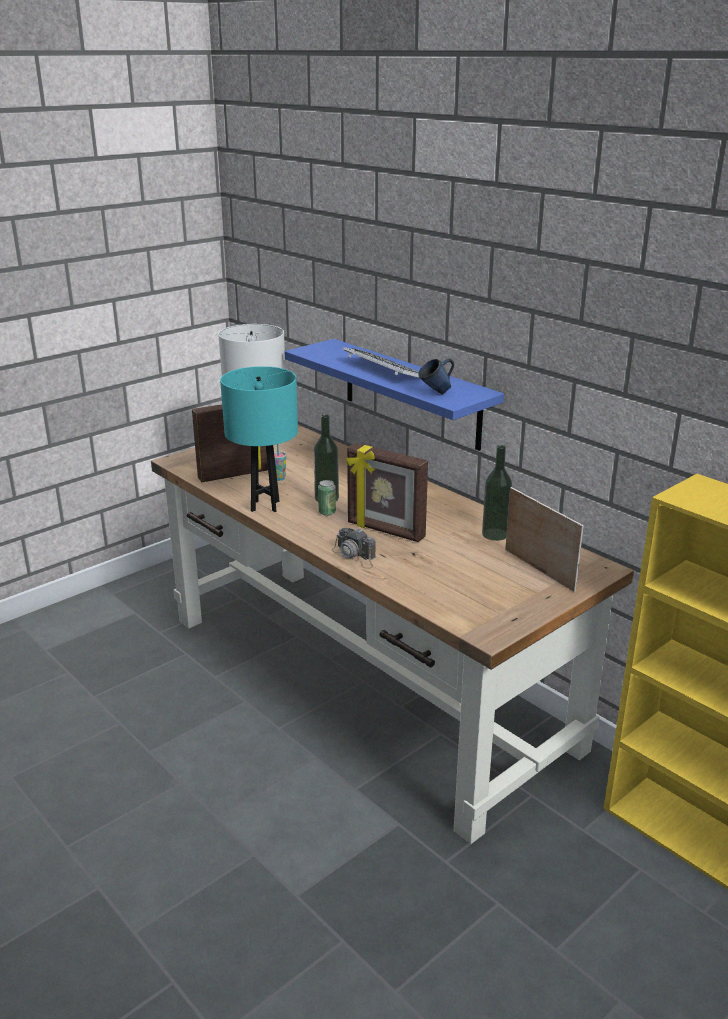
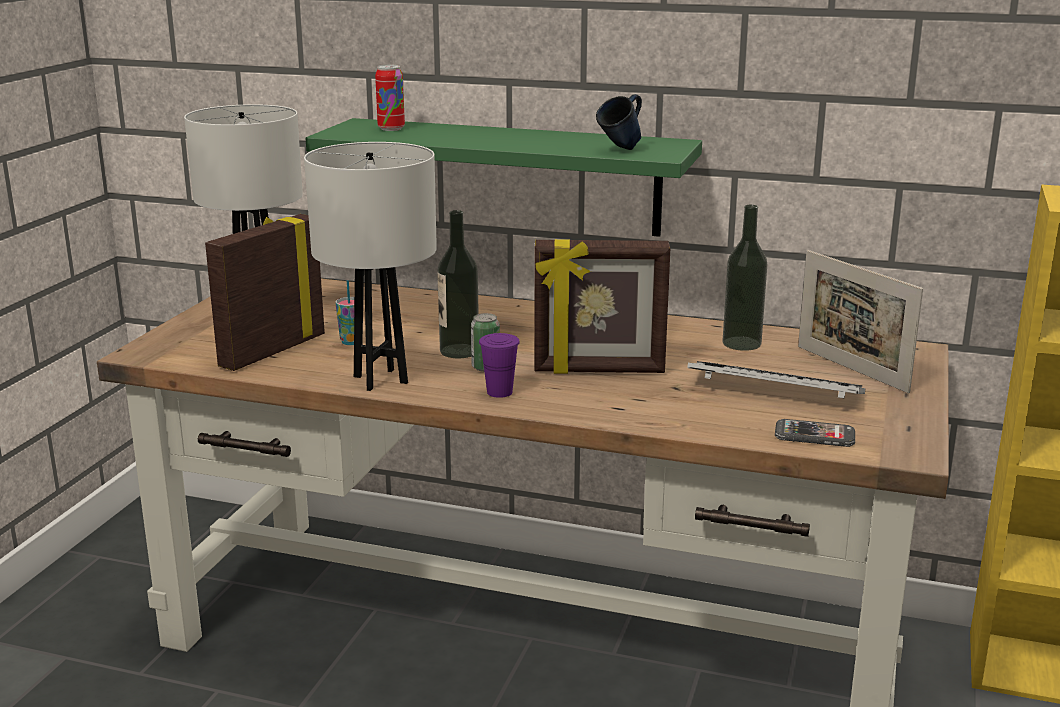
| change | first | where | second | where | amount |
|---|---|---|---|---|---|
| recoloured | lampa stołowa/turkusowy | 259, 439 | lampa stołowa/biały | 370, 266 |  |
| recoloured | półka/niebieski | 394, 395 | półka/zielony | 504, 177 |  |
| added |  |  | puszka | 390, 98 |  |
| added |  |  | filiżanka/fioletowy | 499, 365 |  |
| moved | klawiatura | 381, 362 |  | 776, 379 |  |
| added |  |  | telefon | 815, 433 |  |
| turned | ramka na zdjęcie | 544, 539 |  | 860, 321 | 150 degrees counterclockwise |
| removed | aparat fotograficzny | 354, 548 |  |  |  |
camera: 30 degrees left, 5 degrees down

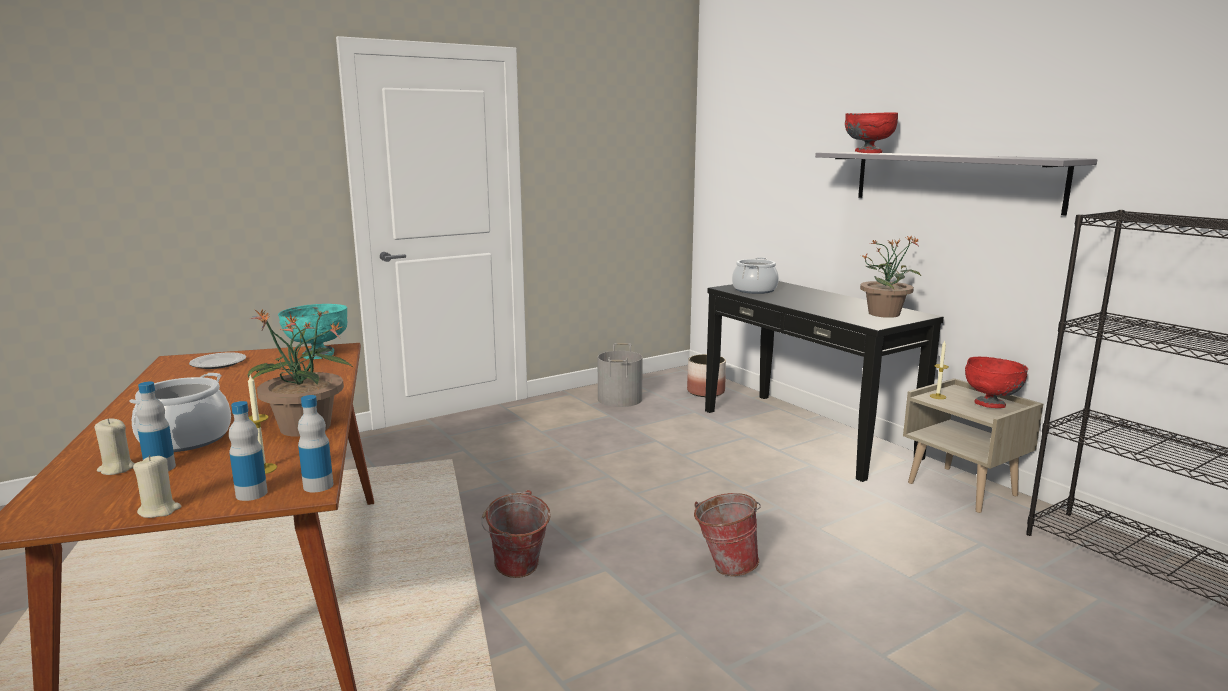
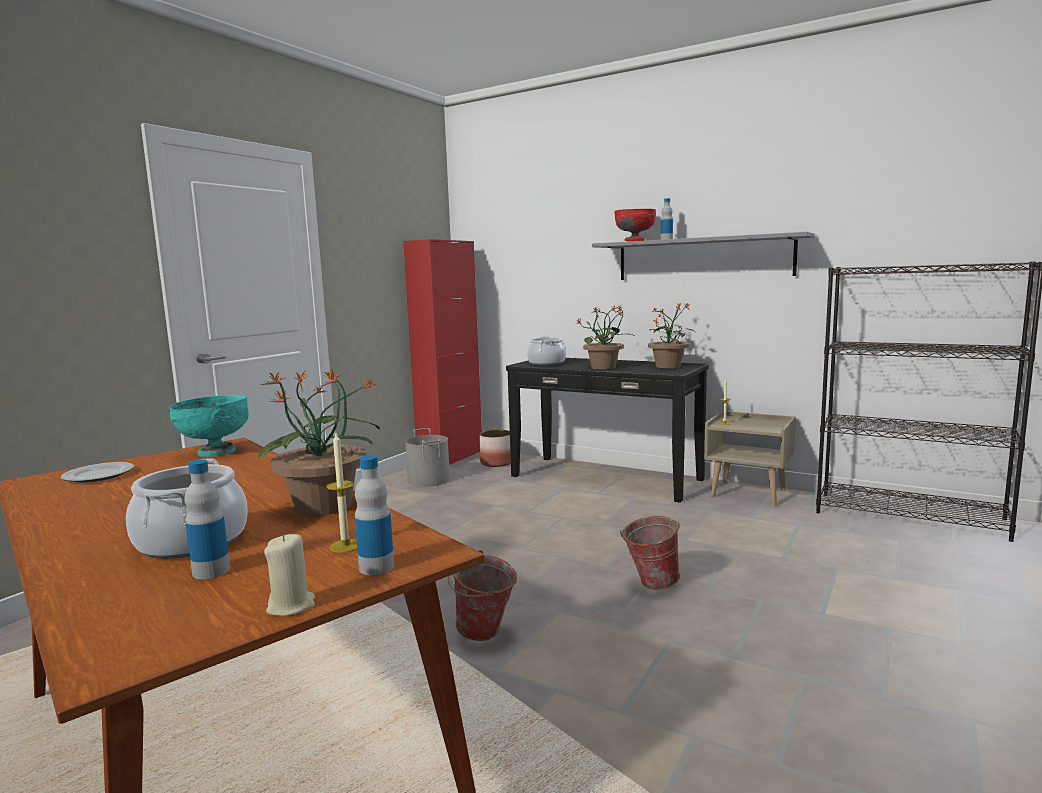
| change | first | where | second | where | amount |
|---|---|---|---|---|---|
| added |  |  | szafka/czerwony | 442, 352 |  |
| added |  |  | roślina doniczkowa | 605, 337 |  |
| moved | butelka | 315, 443 |  | 667, 219 |  |
| removed | świeca/beżowy | 114, 446 |  |  |  |
| removed | miska/czerwony | 996, 382 |  |  |  |
camera: 25 degrees left, 5 degrees down

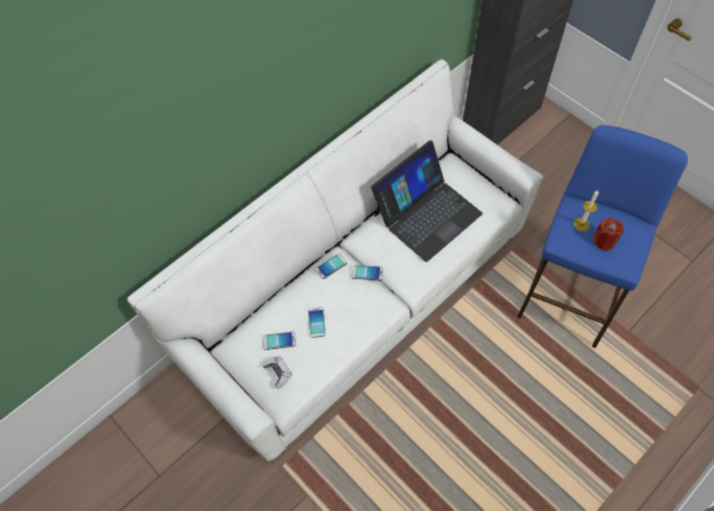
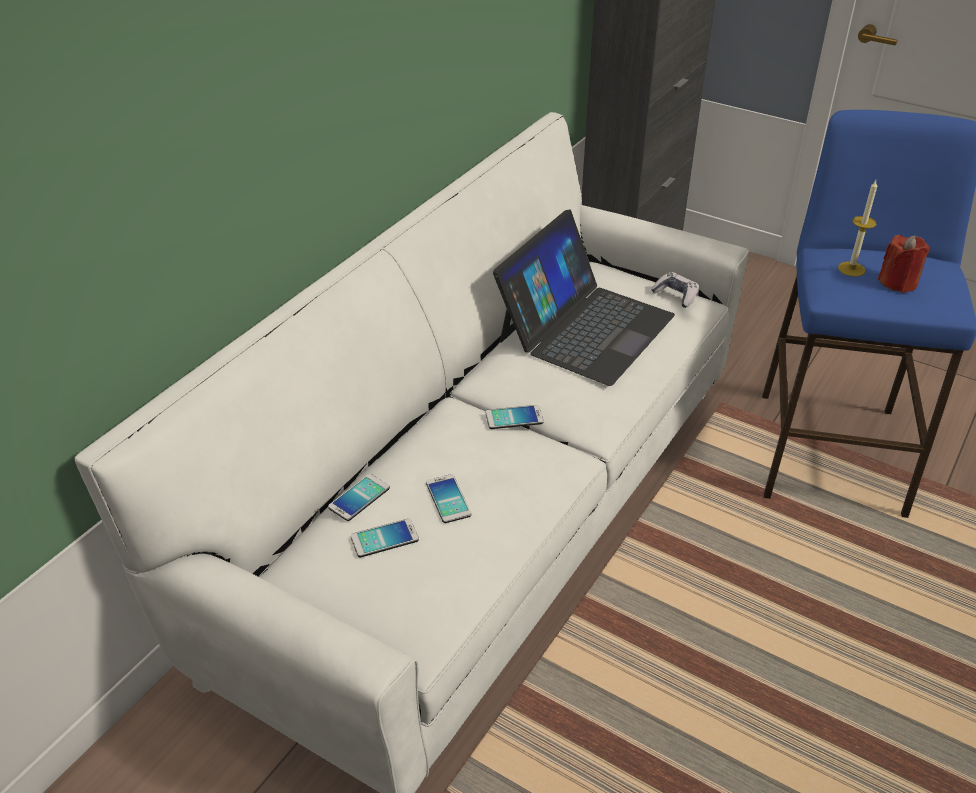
| change | first | where | second | where | amount |
|---|---|---|---|---|---|
| moved | telefon | 331, 266 |  | 359, 497 |  |
| moved | pad do gier | 277, 372 |  | 675, 290 |  |
camera: 15 degrees left, 20 degrees down

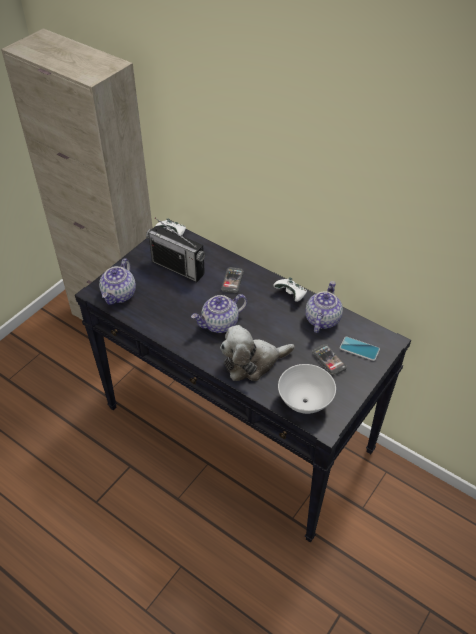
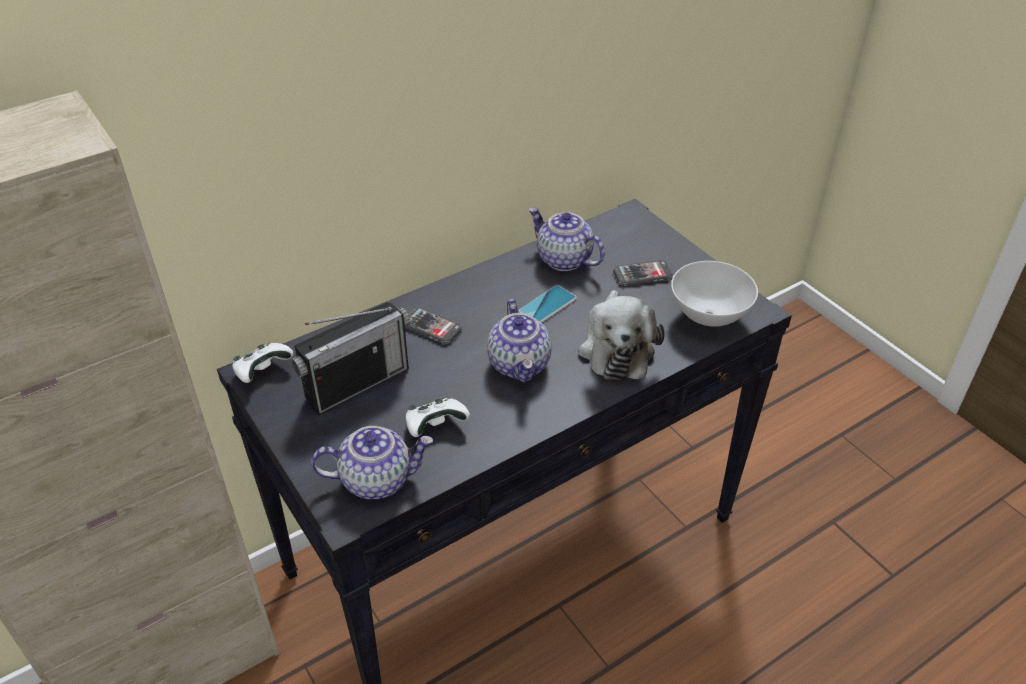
| change | first | where | second | where | amount |
|---|---|---|---|---|---|
| turned | imbryk | 117, 282 |  | 372, 463 | 45 degrees counterclockwise |
| moved | pad do gier/biały | 290, 289 |  | 438, 417 |  |
| moved | telefon | 360, 348 |  | 547, 304 |  |
camera: 70 degrees left, 5 degrees down

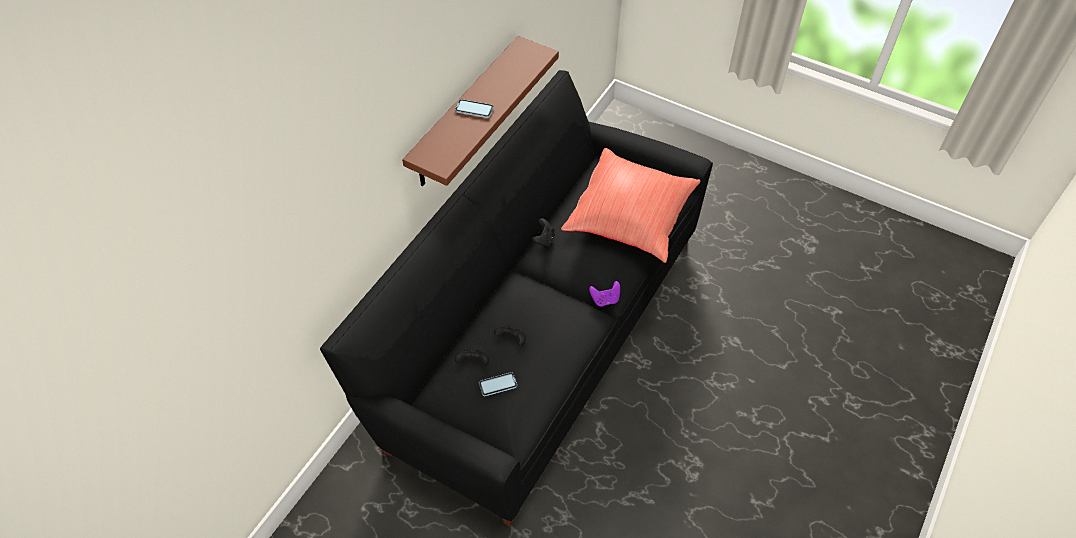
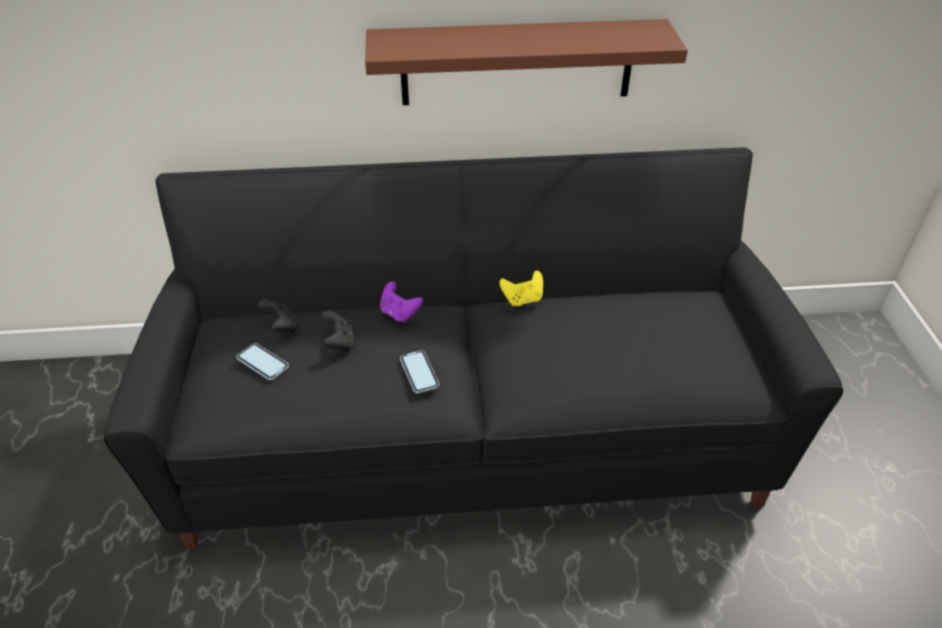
| change | first | where | second | where | amount |
|---|---|---|---|---|---|
| moved | pad do gier/fioletowy | 604, 294 |  | 401, 302 |  |
| moved | telefon | 474, 108 |  | 419, 372 |  |
| recoloured | pad do gier/czarny | 543, 232 | pad do gier/żółty | 521, 288 |  |
| removed | poduszka/czerwony | 630, 205 |  |  |  |
camera: 55 degrees right, 10 degrees down

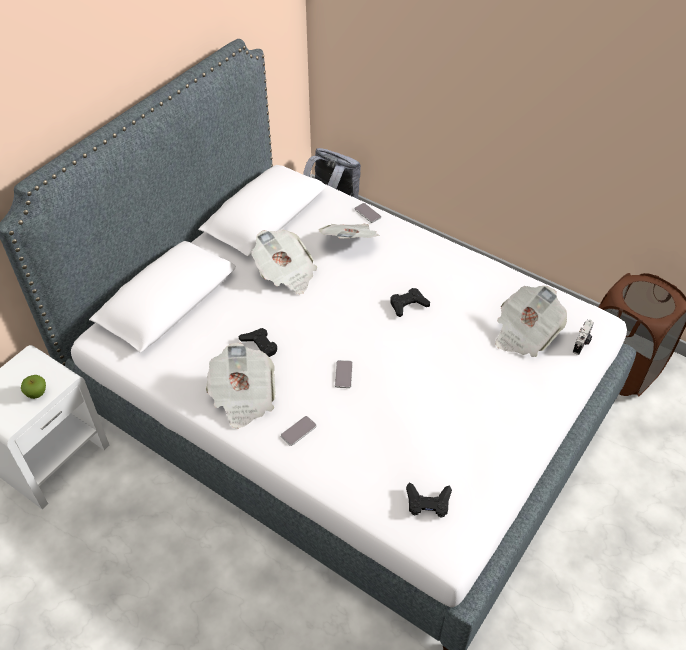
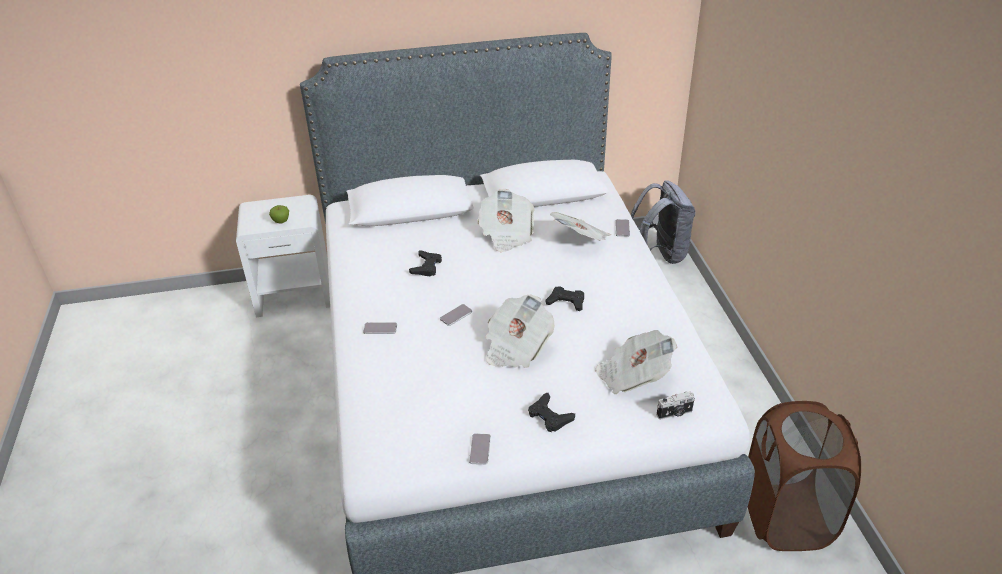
| change | first | where | second | where | amount |
|---|---|---|---|---|---|
| added |  |  | telefon | 480, 449 |  |
| moved | gazeta | 241, 386 |  | 520, 331 |  |
| moved | pad do gier/czarny | 429, 500 |  | 551, 412 |  |
camera: 45 degrees right, 10 degrees down

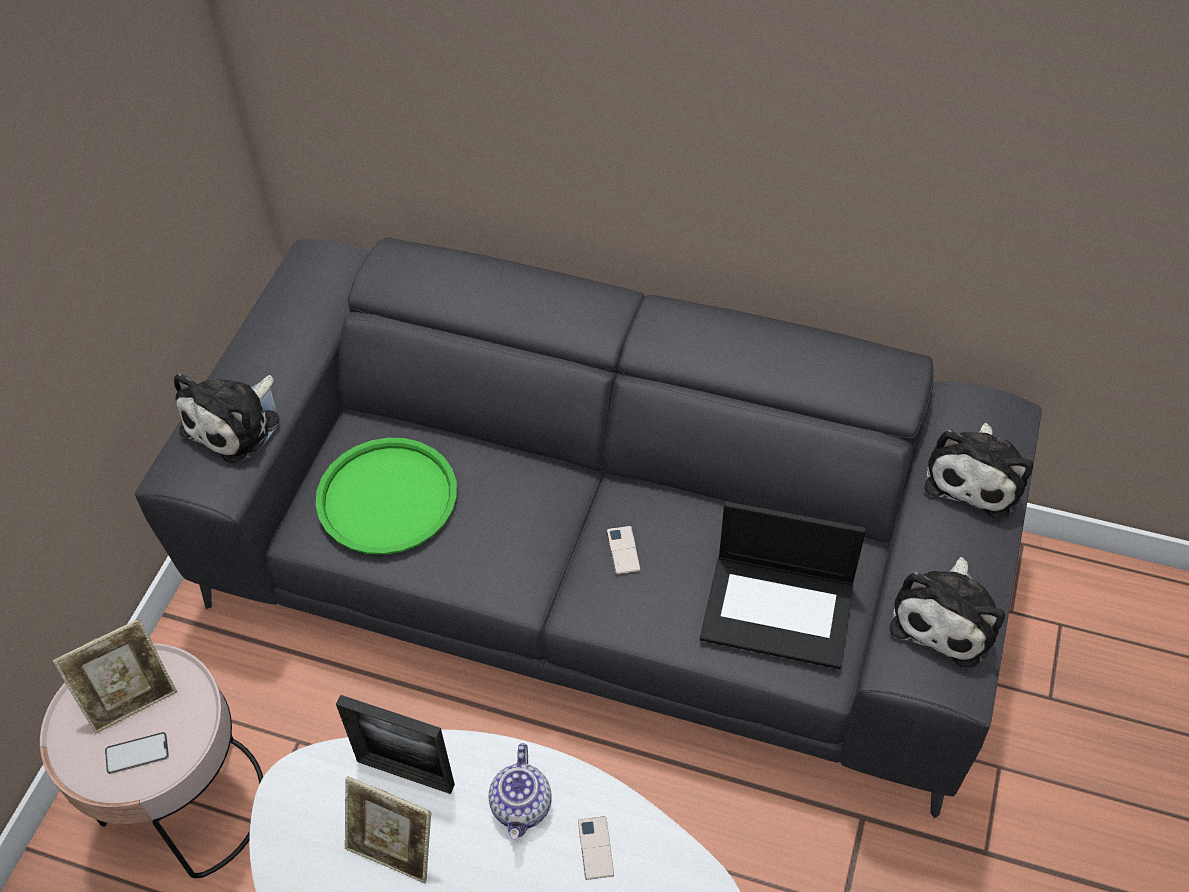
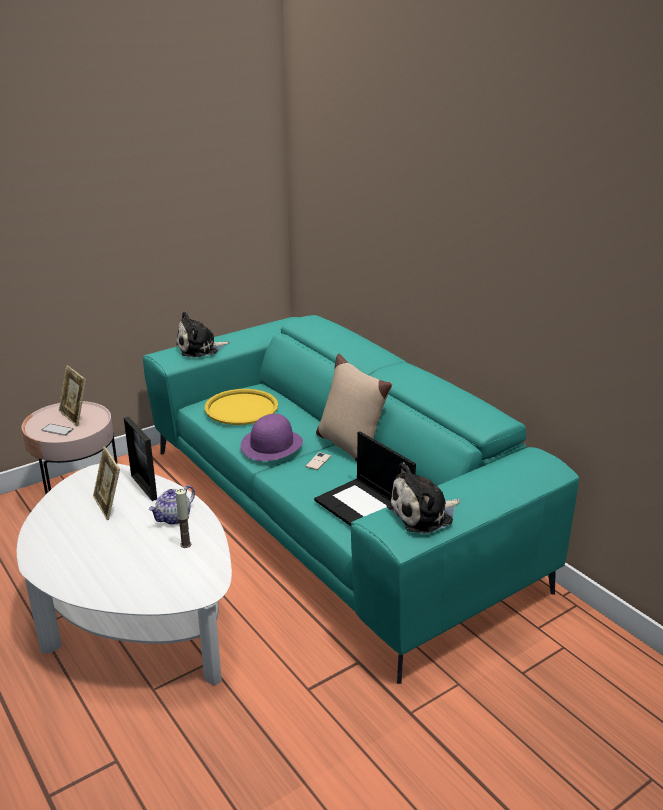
| change | first | where | second | where | amount |
|---|---|---|---|---|---|
| turned | ramka na zdjęcie | 115, 676 |  | 72, 395 | 45 degrees clockwise |
| recoloured | kanapa/szary | 588, 527 | kanapa/turkusowy | 361, 499 |  |
| replaced | telefon | 596, 848 | świeca | 183, 518 |  |
| recoloured | taca/zielony | 386, 496 | taca/żółty | 241, 407 |  |
| added |  |  | kapelusz/fioletowy | 272, 437 |  |
| added |  |  | poduszka/beżowy | 354, 407 |  |
| removed | pluszak | 979, 470 |  |  |  |
camera: 35 degrees right, 25 degrees down

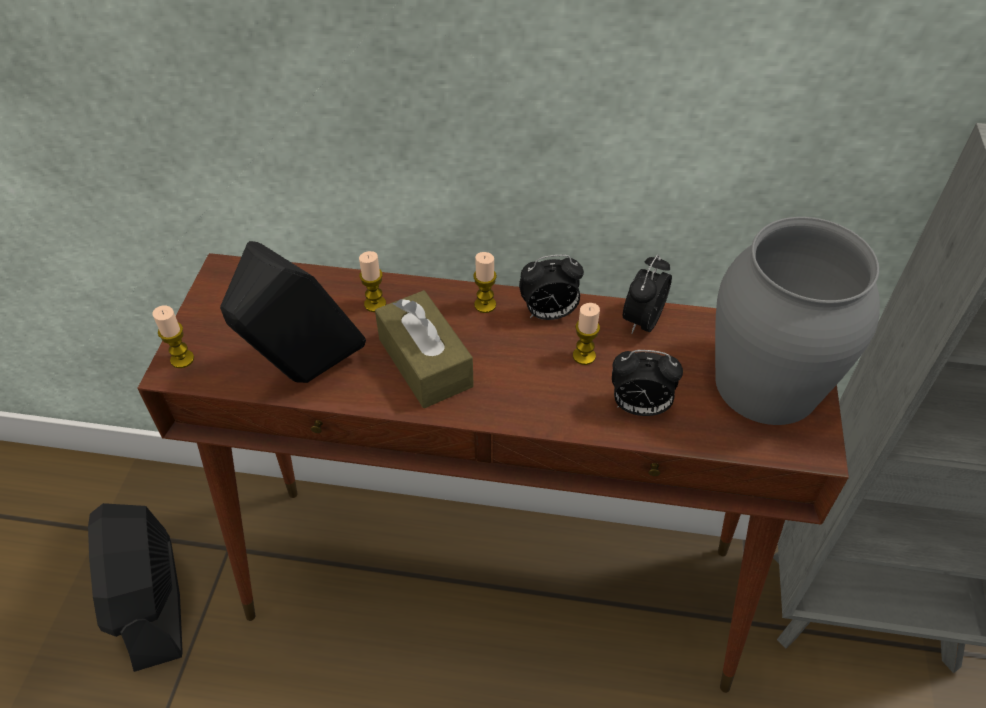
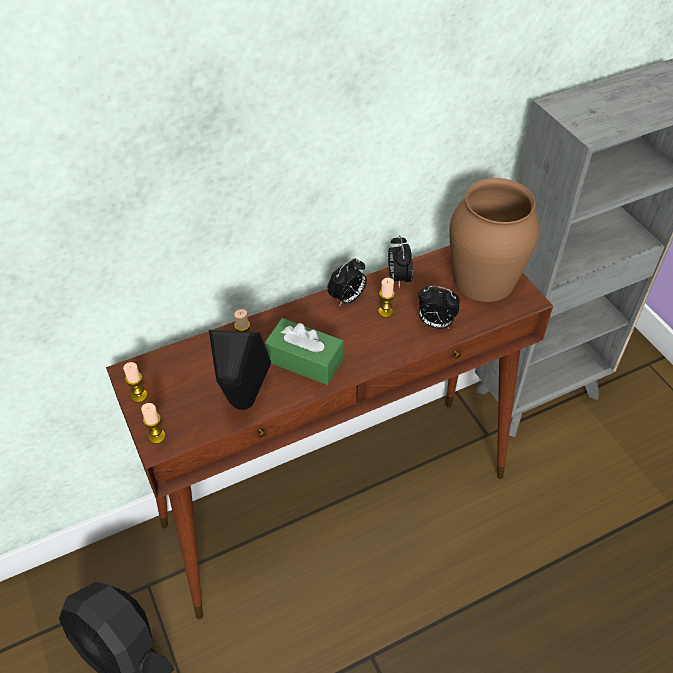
| change | first | where | second | where | amount |
|---|---|---|---|---|---|
| moved | świeca | 485, 282 |  | 135, 382 |  |
| recoloured | pudełko chusteczek/brązowy | 424, 349 | pudełko chusteczek/zielony | 303, 351 |  |
| turned | budzik | 647, 383 |  | 439, 307 | 45 degrees clockwise |
| recoloured | wazon/szary | 797, 321 | wazon/brązowy | 494, 240 |  |
camera: 35 degrees left, 0 degrees up

